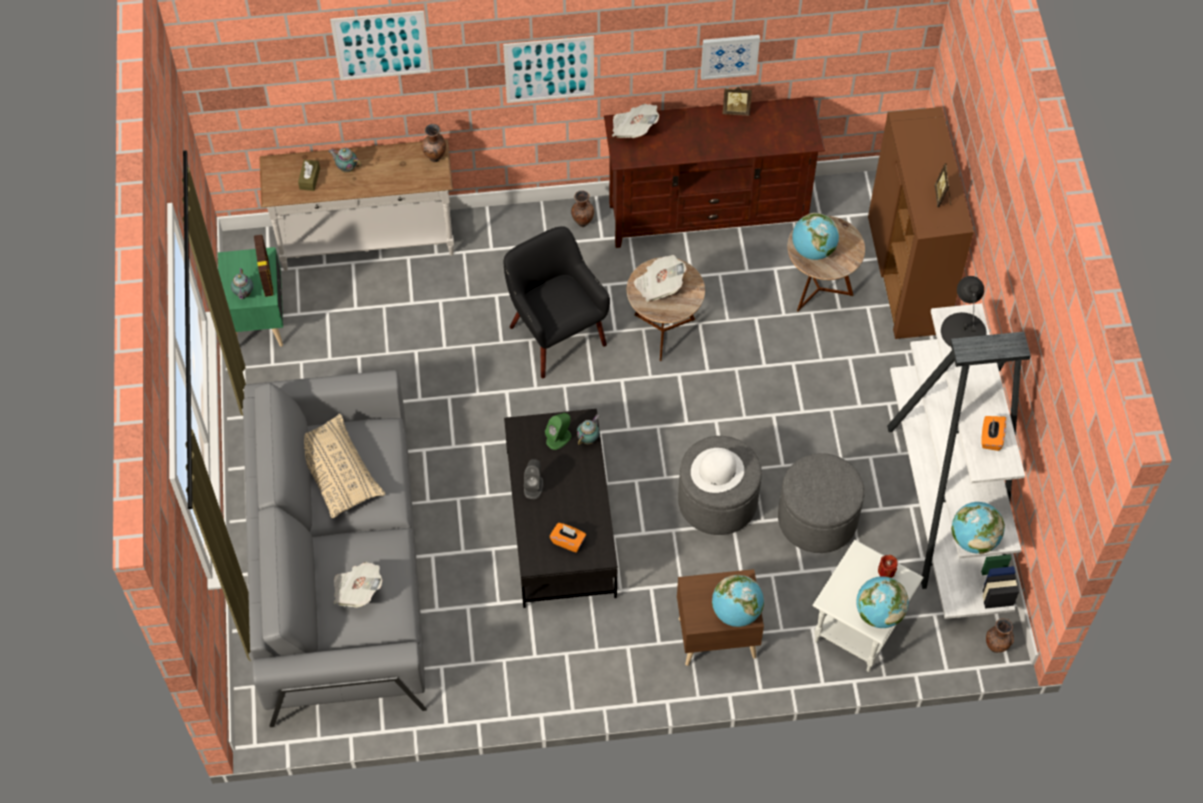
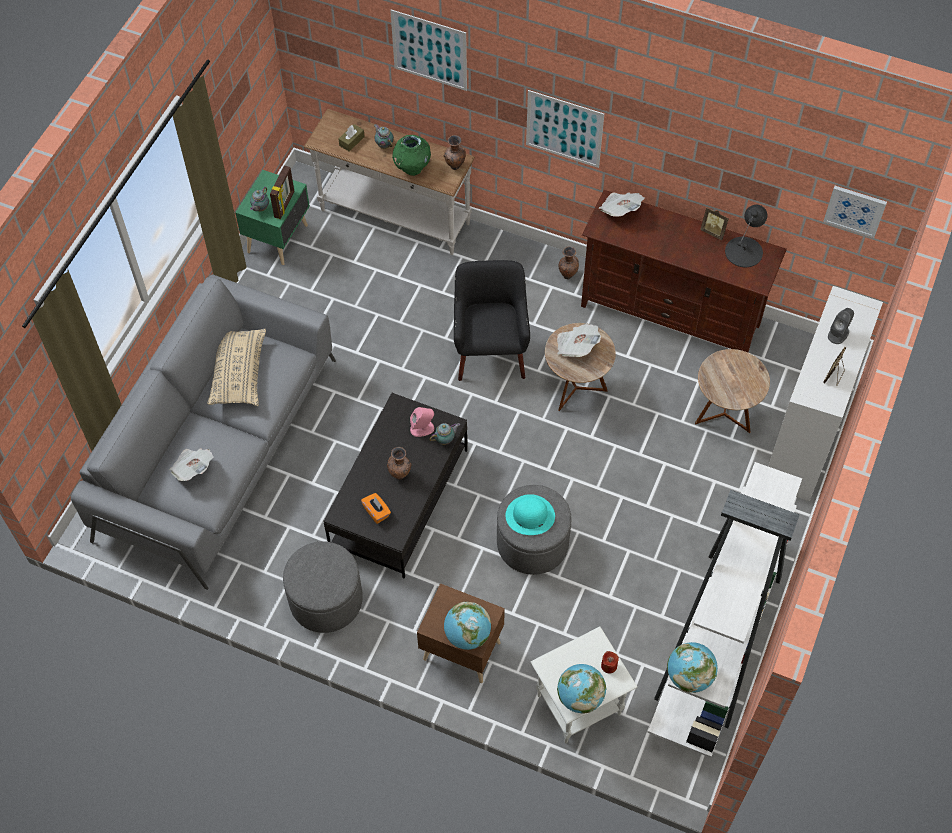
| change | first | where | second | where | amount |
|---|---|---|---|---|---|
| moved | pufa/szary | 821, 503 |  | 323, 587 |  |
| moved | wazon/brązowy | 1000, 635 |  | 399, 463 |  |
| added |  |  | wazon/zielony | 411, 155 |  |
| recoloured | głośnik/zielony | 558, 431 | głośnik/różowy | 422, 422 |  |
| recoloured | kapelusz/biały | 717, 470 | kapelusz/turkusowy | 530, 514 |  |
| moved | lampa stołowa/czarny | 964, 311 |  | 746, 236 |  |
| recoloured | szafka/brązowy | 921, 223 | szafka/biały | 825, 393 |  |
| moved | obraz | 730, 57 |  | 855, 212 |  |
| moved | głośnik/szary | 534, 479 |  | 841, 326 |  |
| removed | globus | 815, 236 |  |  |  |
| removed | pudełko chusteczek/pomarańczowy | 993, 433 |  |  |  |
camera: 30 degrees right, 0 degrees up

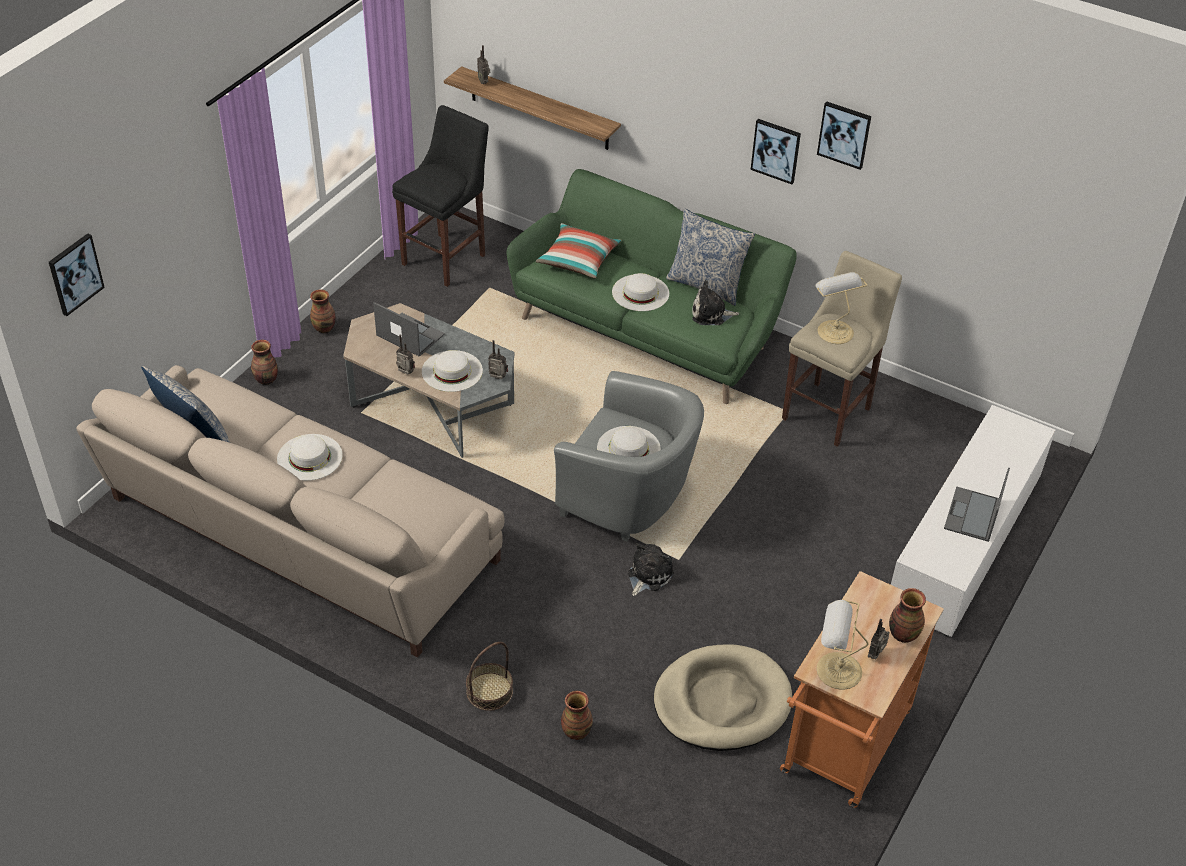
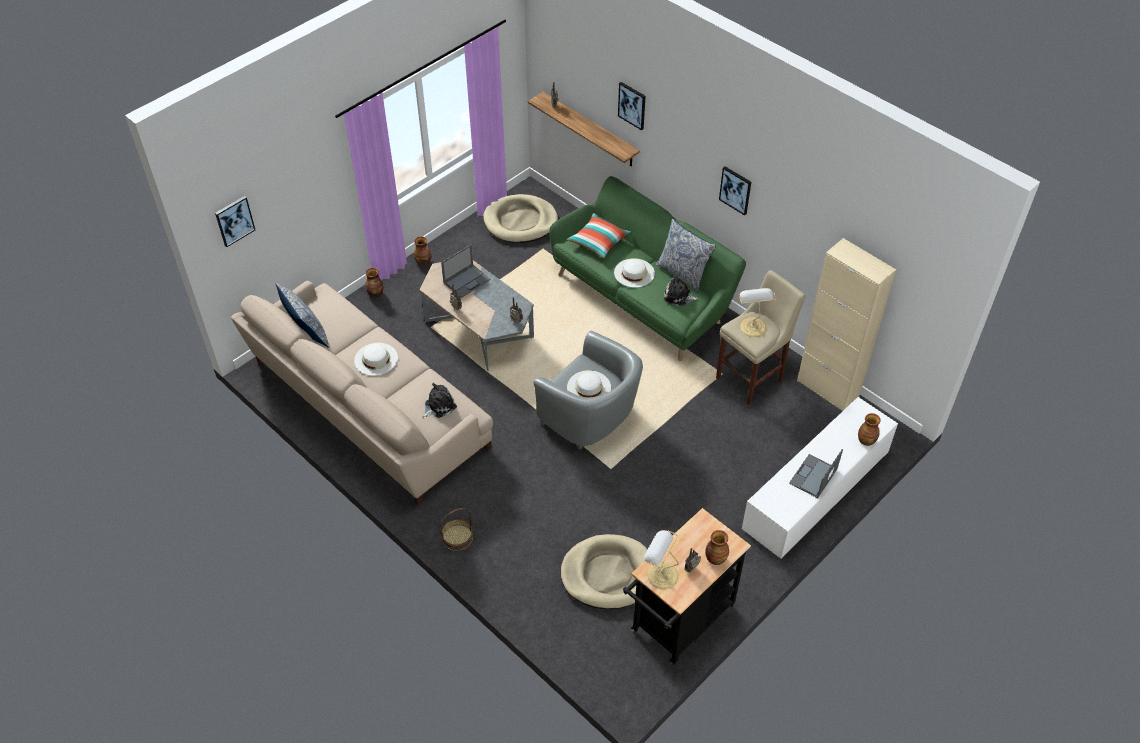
| change | first | where | second | where | amount |
|---|---|---|---|---|---|
| moved | pluszak | 651, 569 |  | 439, 401 |  |
| turned | laptop | 409, 329 |  | 465, 271 | 90 degrees clockwise |
| replaced | stołek/czarny | 440, 196 | legowisko/beżowy | 520, 218 |  |
| moved | obraz | 844, 135 |  | 632, 106 |  |
| recoloured | wózek/pomarańczowy | 862, 689 | wózek/czarny | 687, 586 |  |
| added |  |  | szafka/beżowy | 846, 324 |  |
| moved | wazon | 577, 715 |  | 869, 429 |  |
| removed | kapelusz/biały | 452, 371 |  |  |  |
camera: 15 degrees right, 5 degrees up

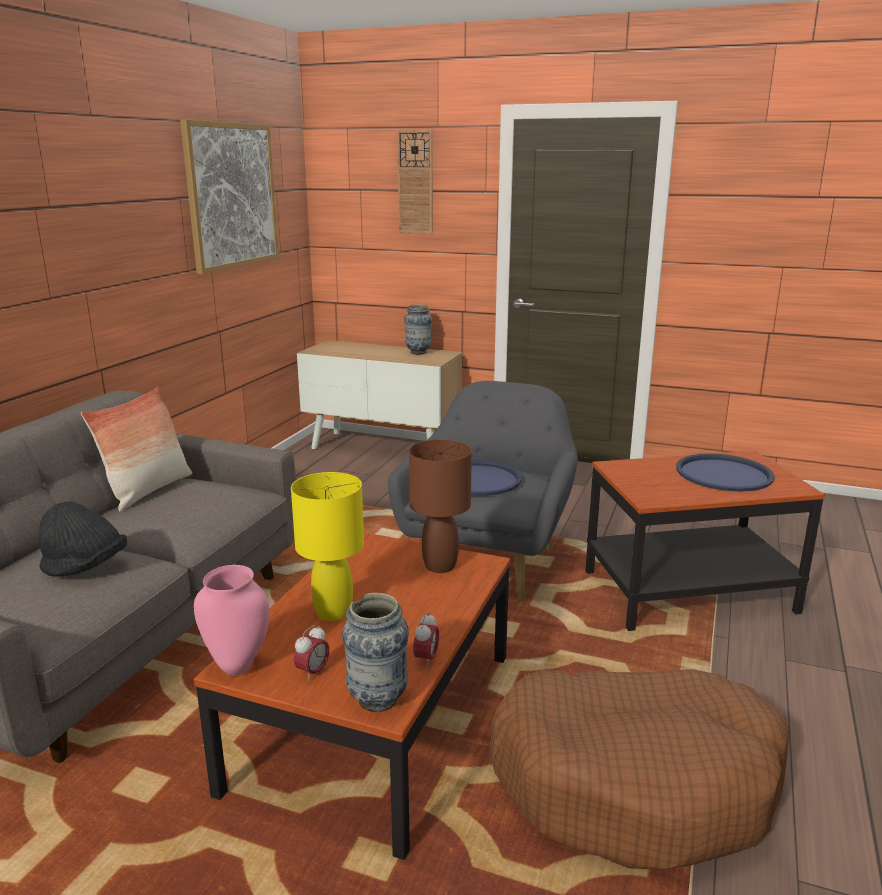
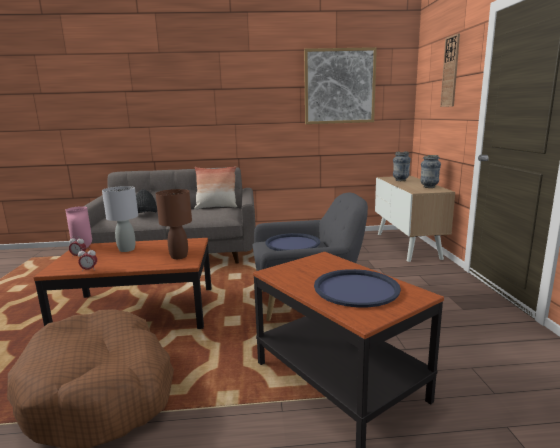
| change | first | where | second | where | amount |
|---|---|---|---|---|---|
| recoloured | lampa stołowa/żółty | 327, 546 | lampa stołowa/szary | 120, 219 |  |
| moved | wazon | 375, 652 |  | 402, 166 |  |
camera: 65 degrees right, 5 degrees down

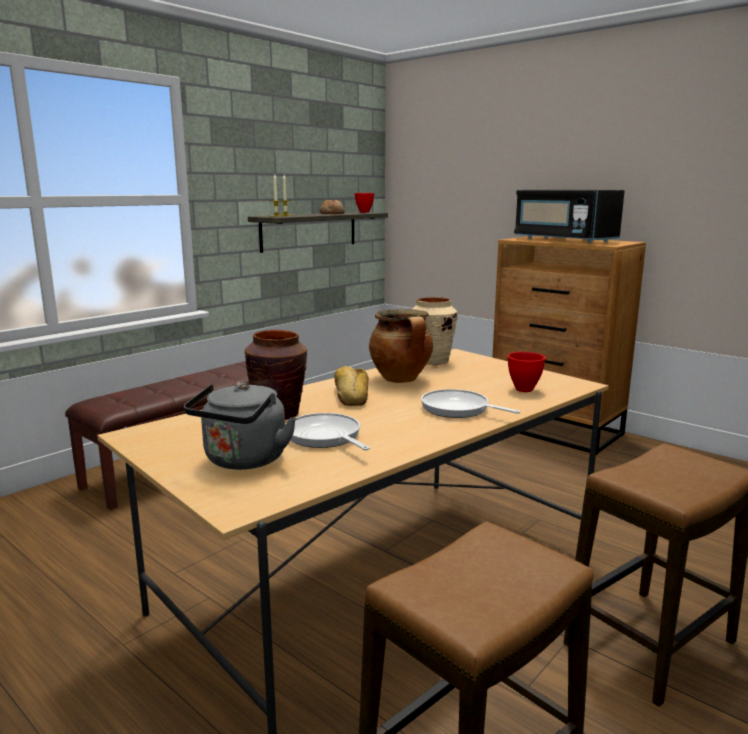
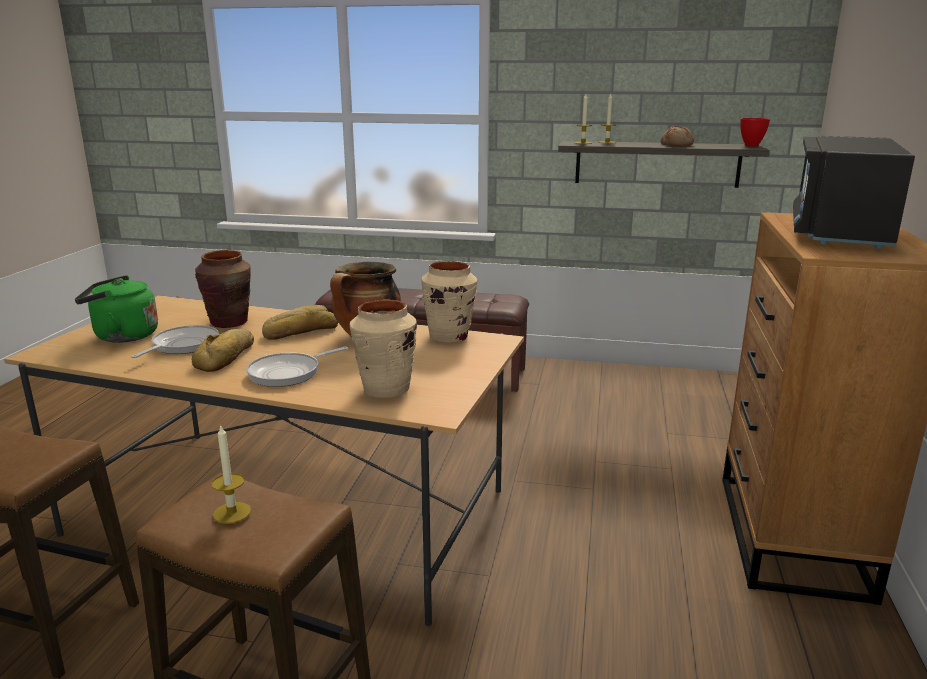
| change | first | where | second | where | amount |
|---|---|---|---|---|---|
| recoloured | czajnik/szary | 240, 426 | czajnik/zielony | 116, 309 |  |
| added |  |  | chleb | 223, 350 |  |
| added |  |  | świeca | 231, 474 |  |
| turned | patelnia | 470, 403 |  | 297, 367 | 135 degrees counterclockwise |
| replaced | miska/czerwony | 527, 372 | wazon/beżowy | 383, 348 |  |
camera: 60 degrees right, 5 degrees up

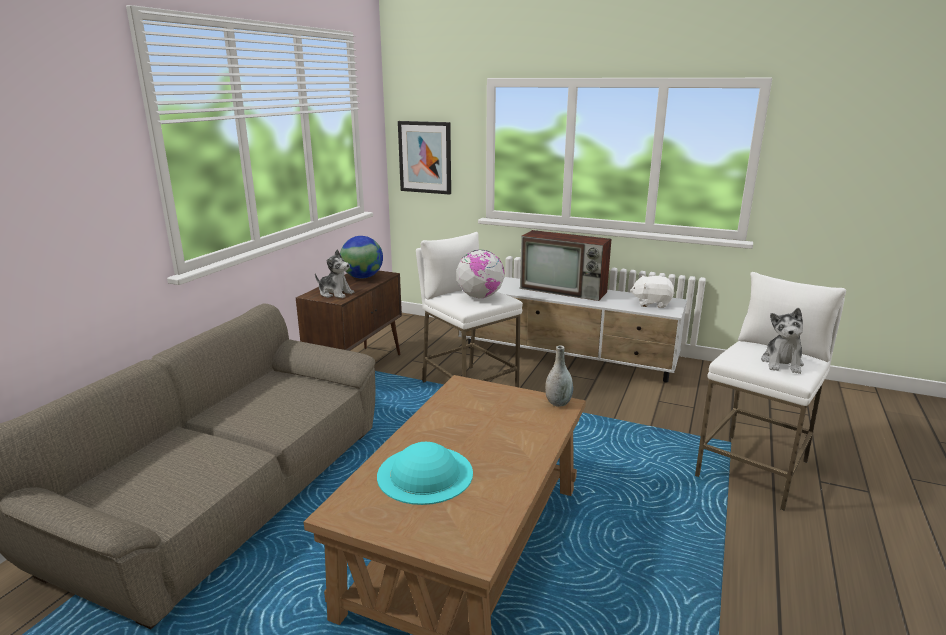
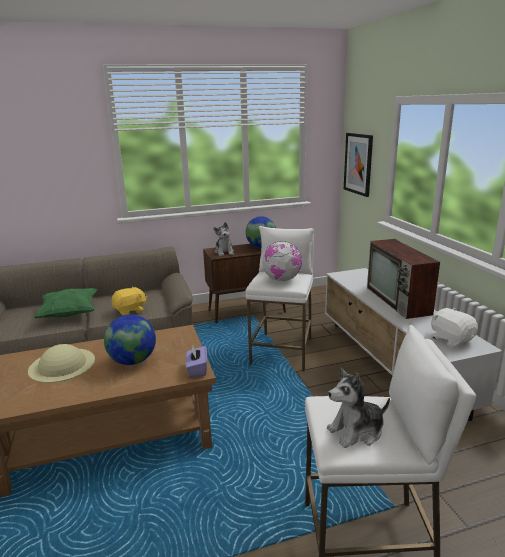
| change | first | where | second | where | amount |
|---|---|---|---|---|---|
| recoloured | kapelusz/turkusowy | 425, 473 | kapelusz/beżowy | 61, 363 |  |
| added |  |  | poduszka/zielony | 65, 303 |  |
| added |  |  | globus | 130, 339 |  |
| added |  |  | pluszak/żółty | 129, 300 |  |
| replaced | wazon/szary | 559, 376 | pudełko chusteczek/fioletowy | 196, 361 |  |
camera: 50 degrees right, 0 degrees up

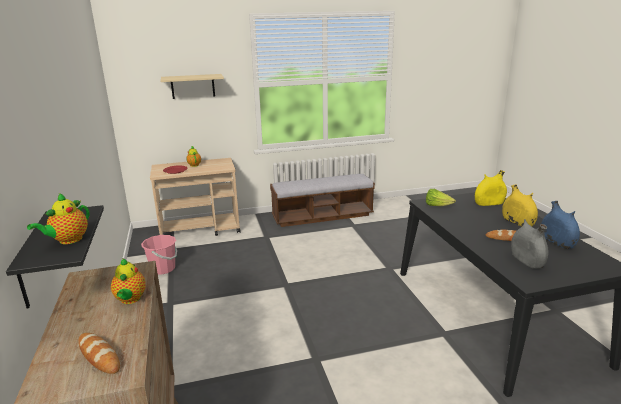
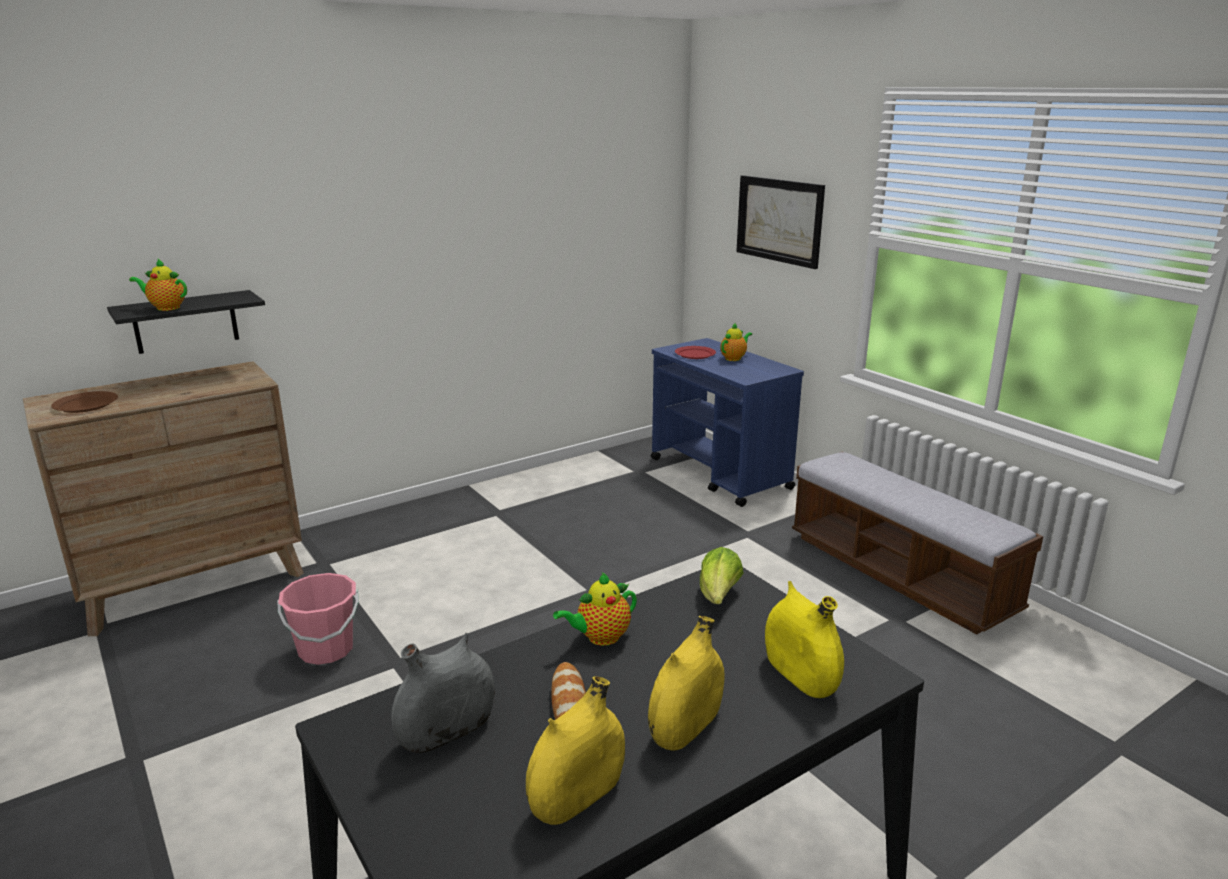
| change | first | where | second | where | amount |
|---|---|---|---|---|---|
| replaced | chleb | 99, 353 | talerz/brązowy | 84, 402 |  |
| moved | wiadro/różowy | 159, 255 |  | 318, 619 |  |
| recoloured | wazon/niebieski | 560, 225 | wazon/żółty | 575, 750 |  |
| moved | imbryk | 128, 281 |  | 595, 609 |  |
| recoloured | wózek/beżowy | 195, 197 | wózek/niebieski | 727, 422 |  |
| replaced | półka/beżowy | 192, 86 | obraz | 780, 222 |  |
camera: 70 degrees right, 0 degrees up

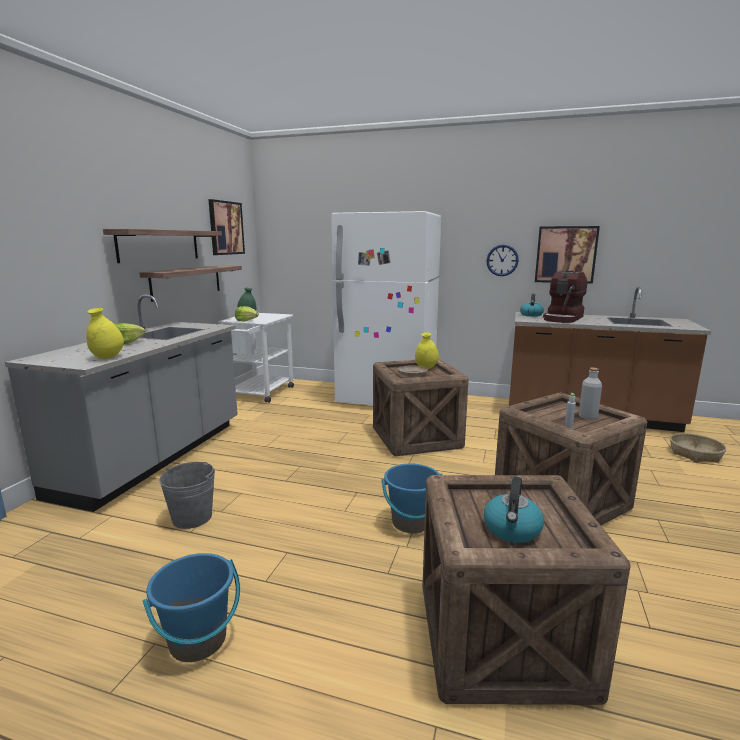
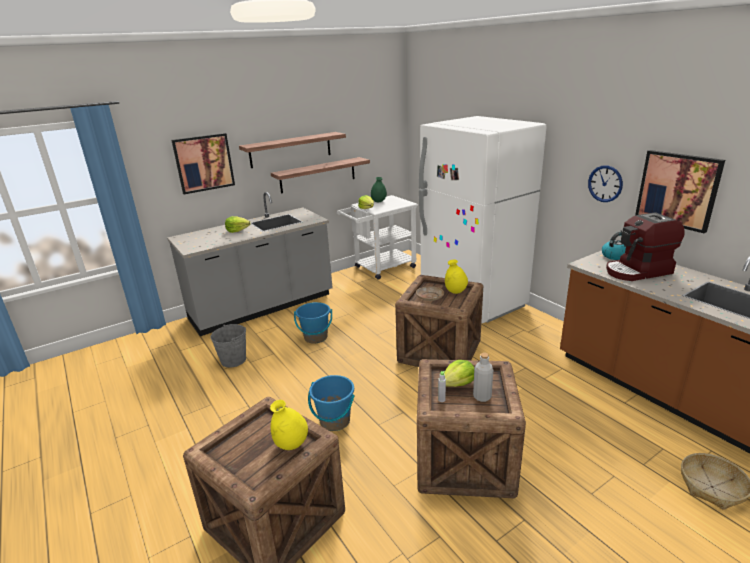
| change | first | where | second | where | amount |
|---|---|---|---|---|---|
| moved | obraz | 226, 227 |  | 203, 163 |  |
| moved | wazon/żółty | 105, 333 |  | 289, 425 |  |
| moved | wiadro/niebieski | 191, 607 |  | 313, 323 |  |
| added |  |  | sałata | 459, 373 |  |
| removed | czajnik | 514, 510 |  |  |  |
camera: 40 degrees right, 10 degrees up

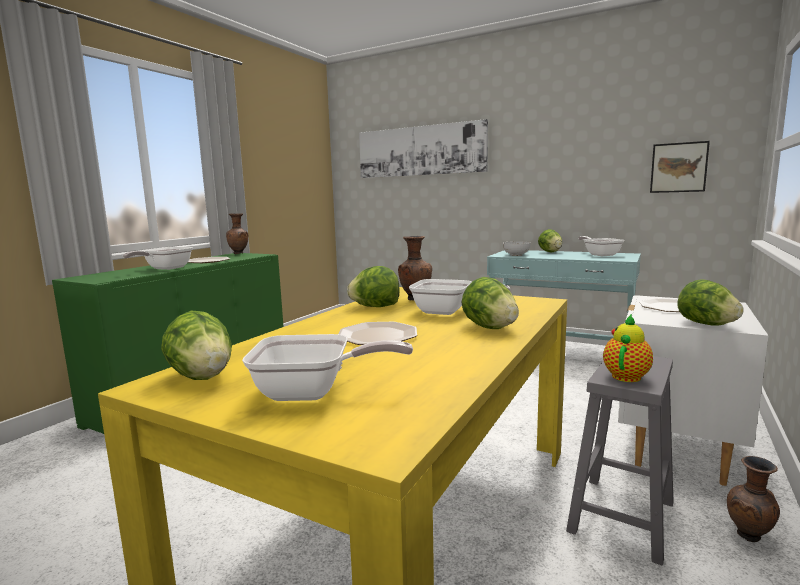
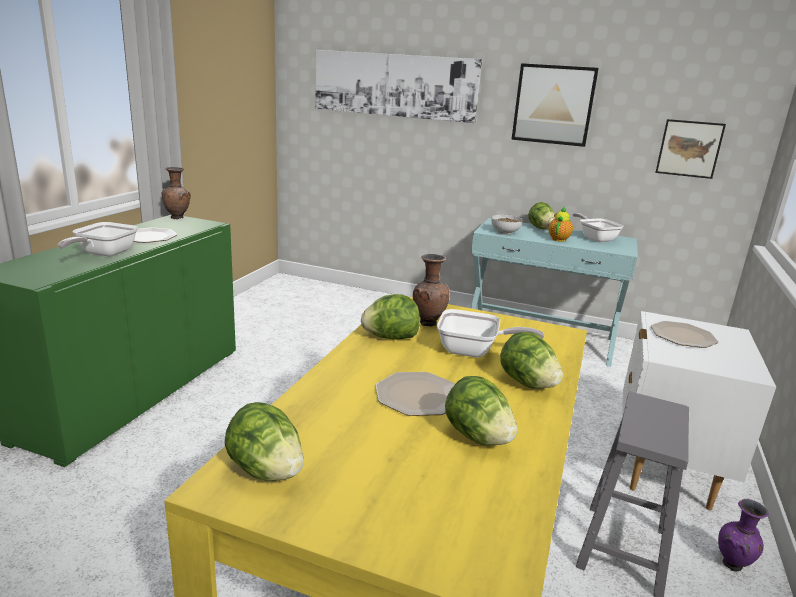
| change | first | where | second | where | amount |
|---|---|---|---|---|---|
| moved | sałata | 710, 302 |  | 481, 411 |  |
| added |  |  | obraz | 555, 105 |  |
| moved | imbryk | 628, 348 |  | 560, 224 |  |
| recoloured | wazon/brązowy | 753, 499 | wazon/fioletowy | 743, 535 |  |
| removed | patelnia | 327, 367 |  |  |  |
camera: 10 degrees left, 10 degrees up

